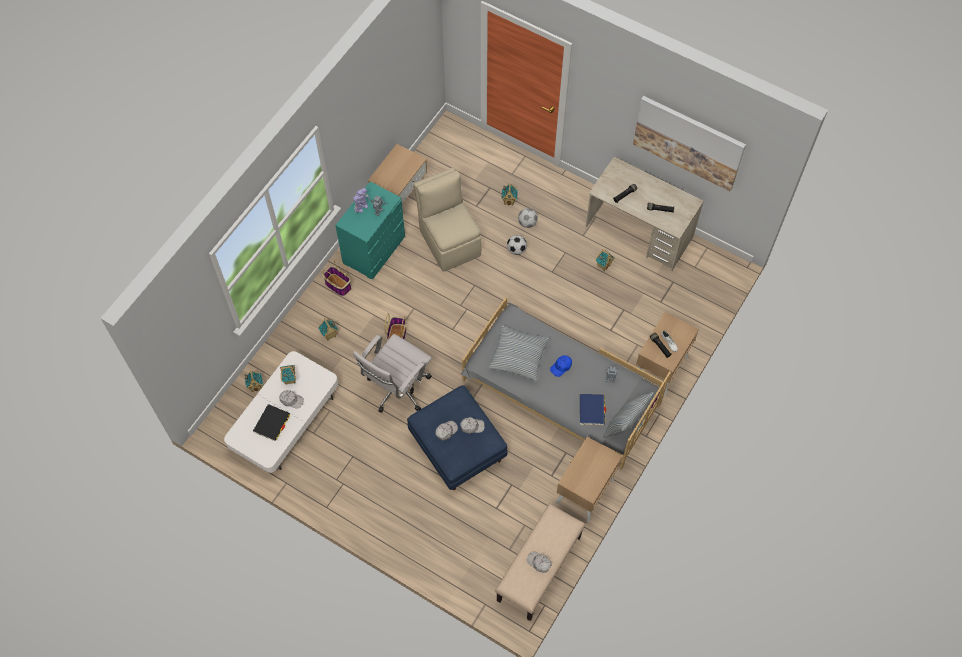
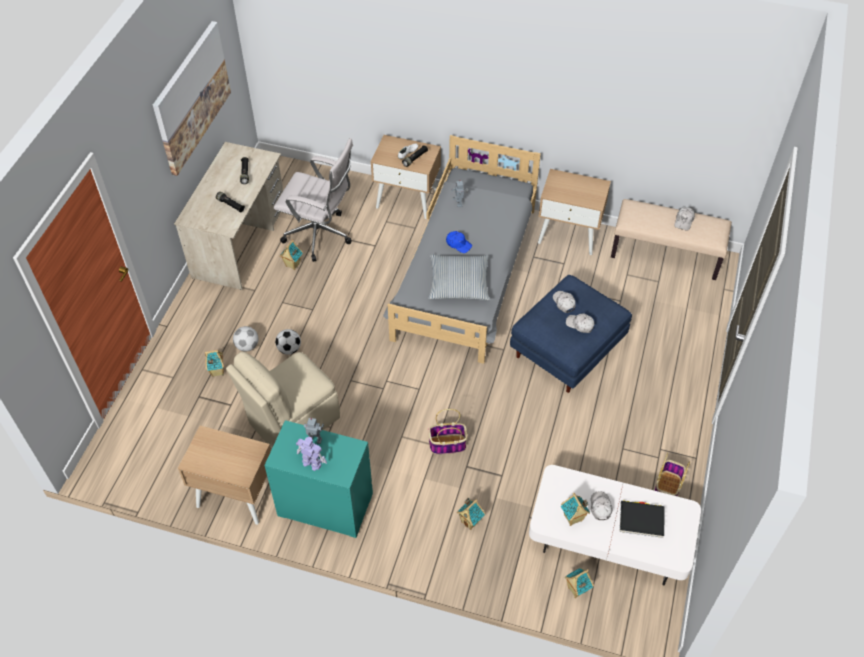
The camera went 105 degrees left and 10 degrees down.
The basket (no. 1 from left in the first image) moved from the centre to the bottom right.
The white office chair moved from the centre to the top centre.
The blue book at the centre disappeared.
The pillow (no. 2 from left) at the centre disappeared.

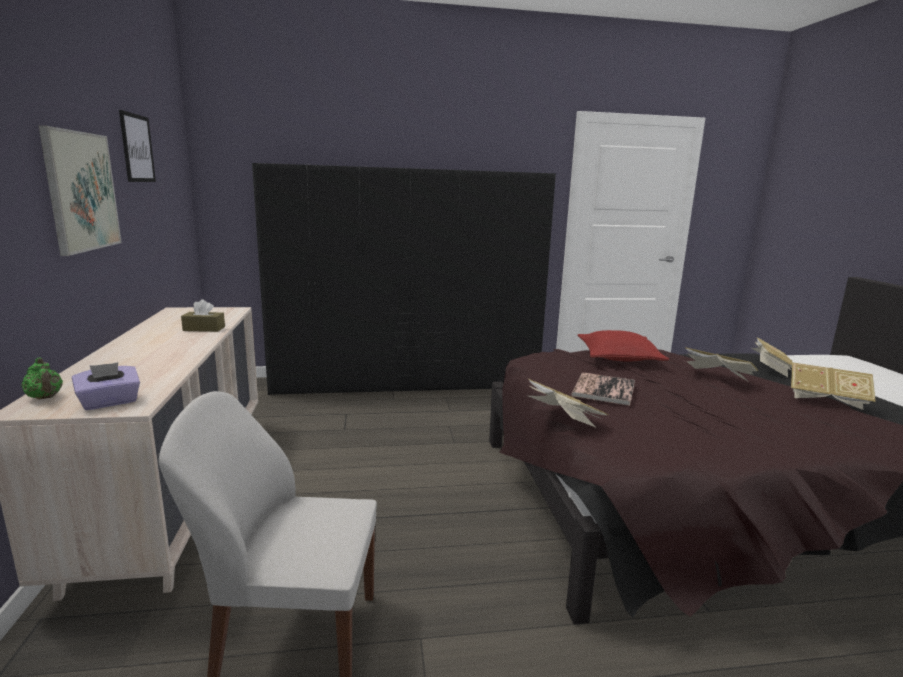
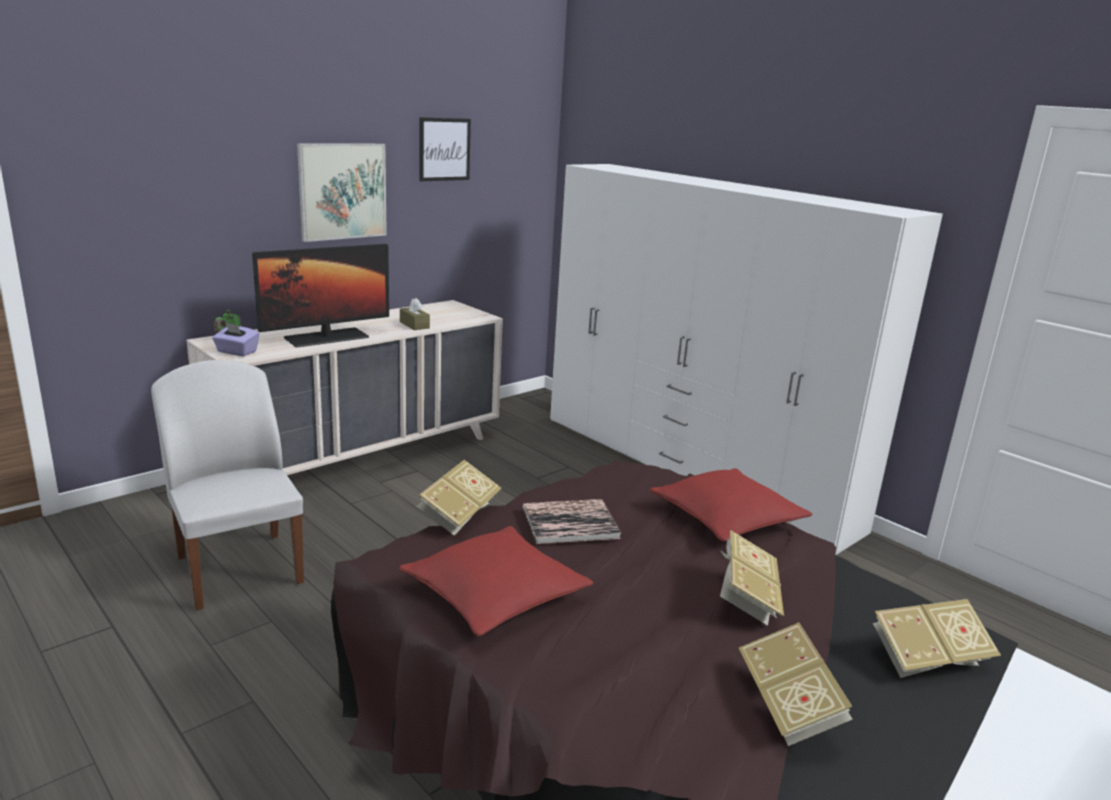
The camera went 55 degrees right and 5 degrees up.
The black wardrobe at the centre became the white wardrobe at the middle right.
The monitor at the middle left appeared.
The red pillow (no. 1 from left) at the bottom centre appeared.

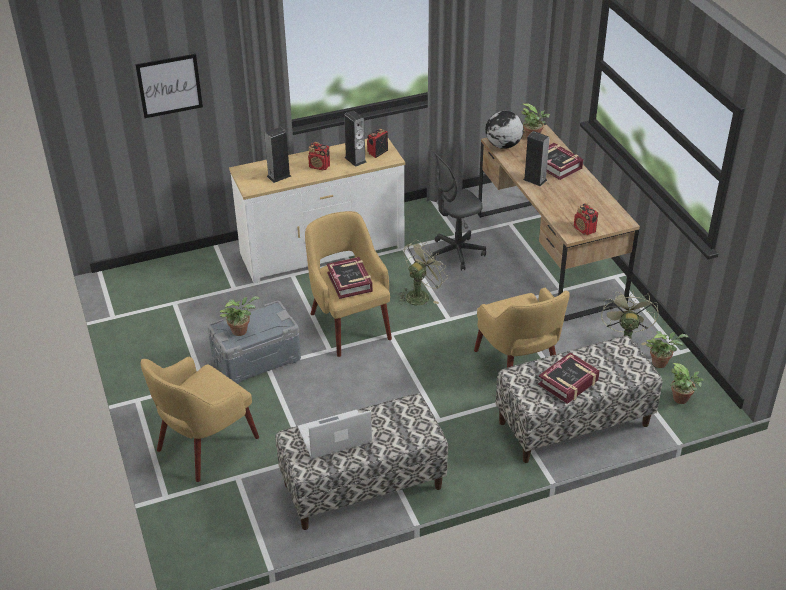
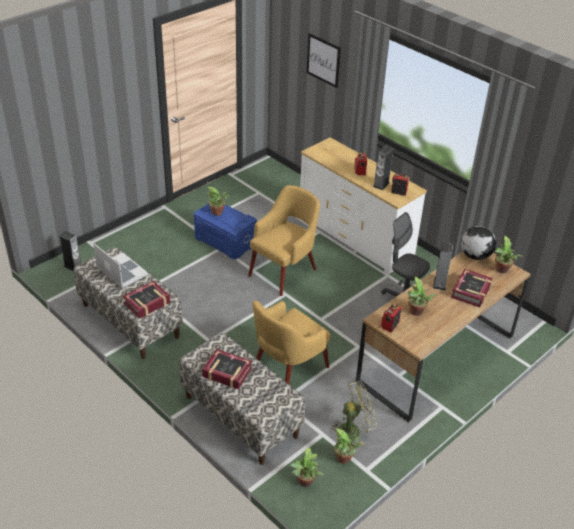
The camera went 65 degrees right and 0 degrees up.
The yellow armchair (no. 1 from left) at the bottom left disappeared.
The grey storage box at the middle left became the blue storage box at the centre.
The speaker (no. 1 from left) moved from the top centre to the middle left.
The book (no. 1 from left) moved from the centre to the middle left.
The green fan (no. 1 from left) at the centre disappeared.
The potted plant (no. 4 from left) at the middle right appeared.

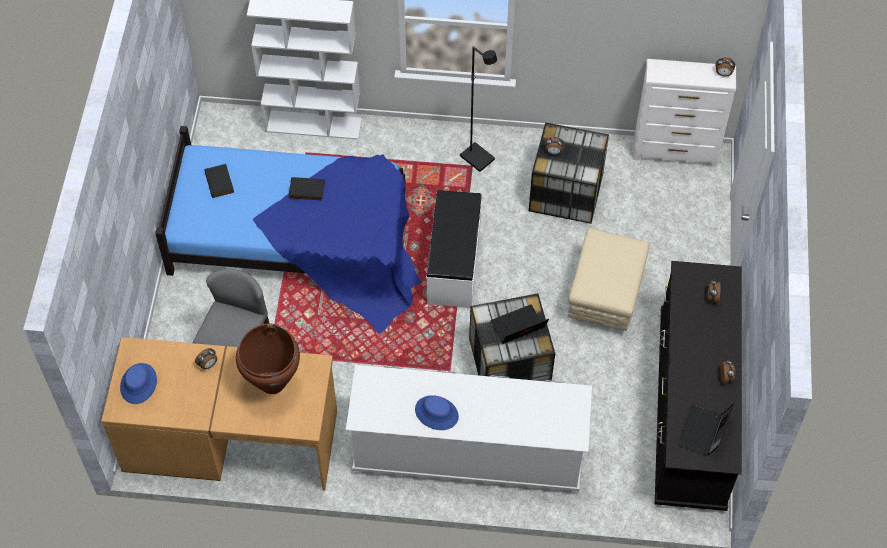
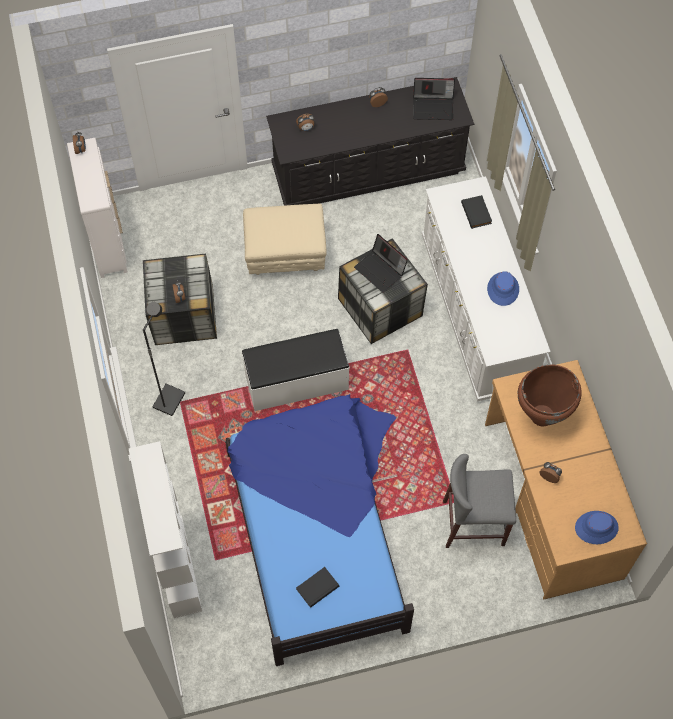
The camera went 110 degrees left and 5 degrees up.
The black book (no. 2 from left) moved from the centre to the top right.

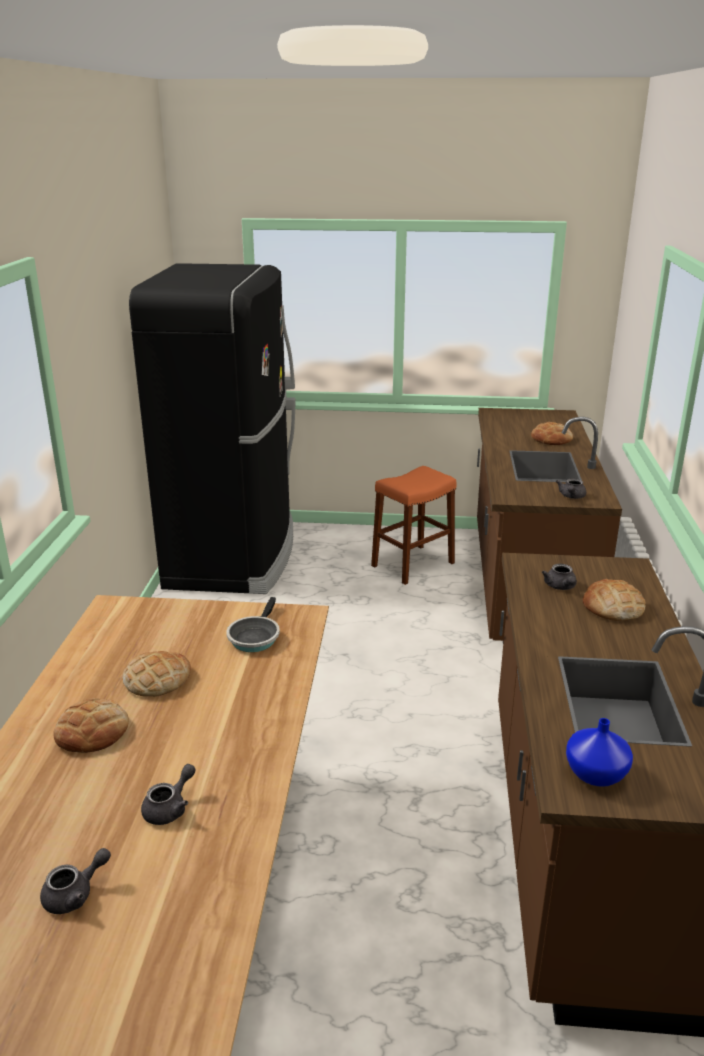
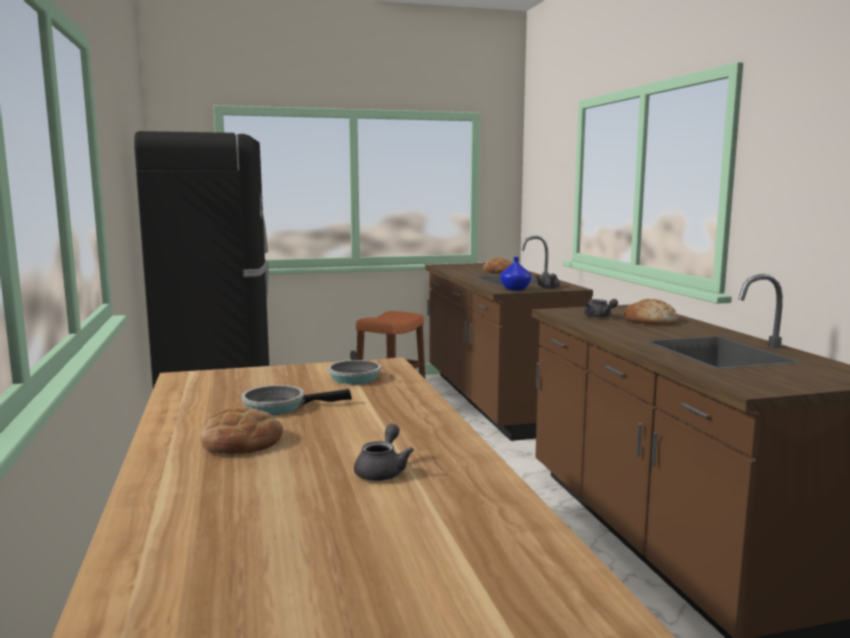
The camera went 20 degrees left and 15 degrees down.
The grey teapot (no. 1 from left) at the bottom left disappeared.
The bread (no. 2 from left) at the middle left was replaced by the frying pan (no. 1 from left) at the centre.
The blue vase moved from the bottom right to the centre.

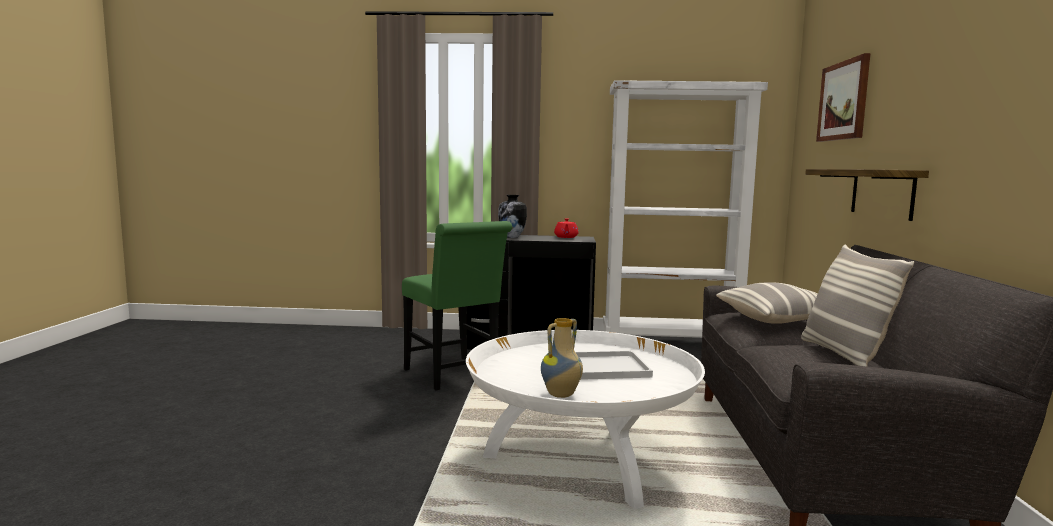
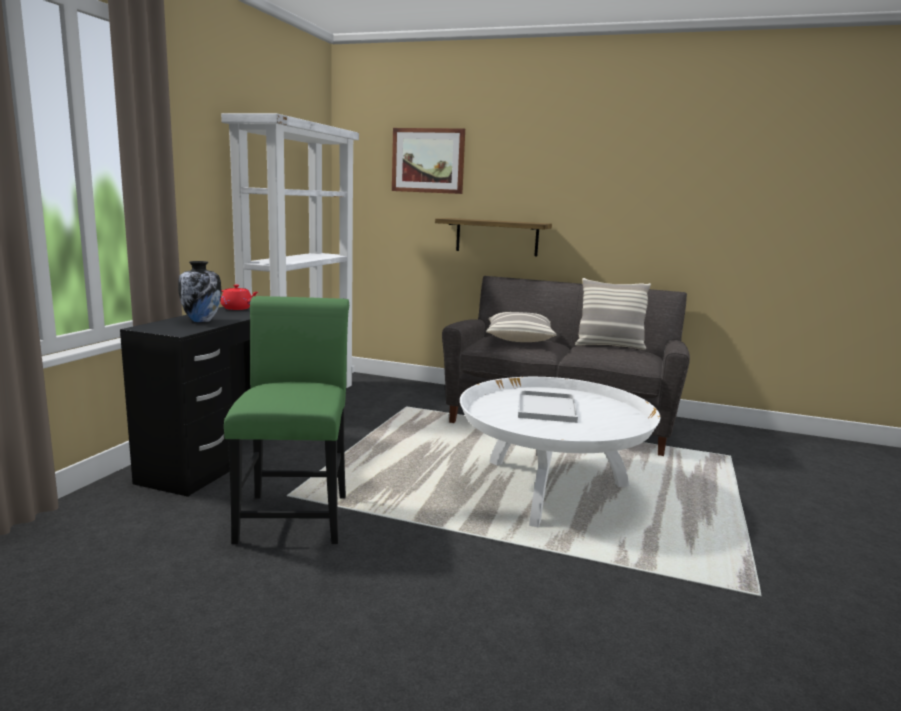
The camera went 75 degrees left and 5 degrees up.
The green chair at the centre turned 75 degrees counterclockwise.
The vase (no. 2 from left) at the bottom centre disappeared.

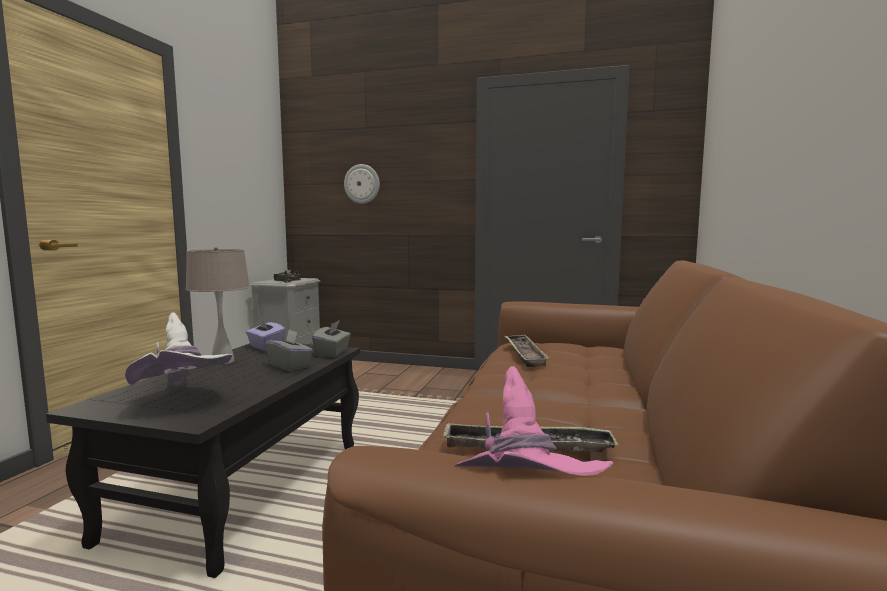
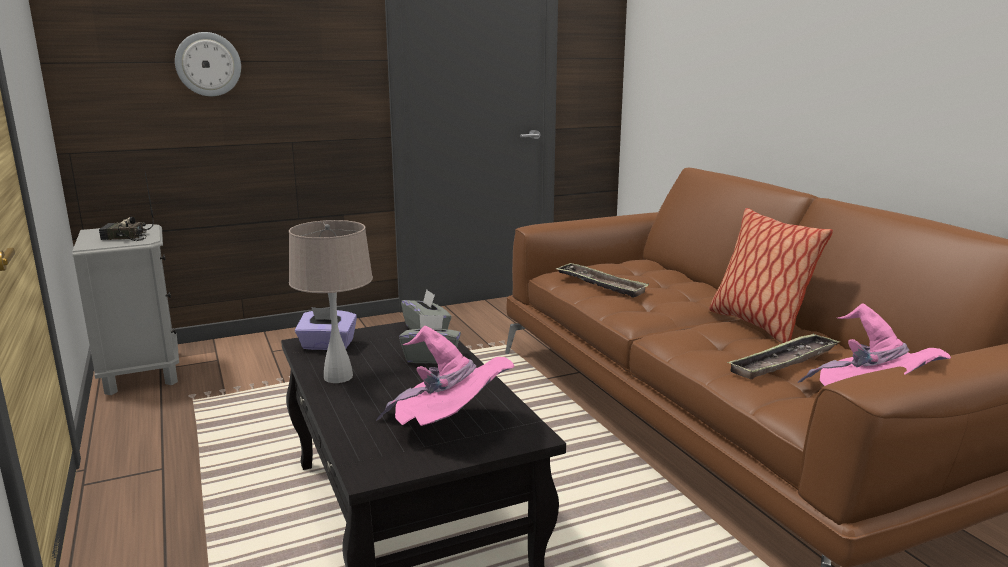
The camera went 40 degrees left and 10 degrees up.
The white hat at the middle left became the pink hat (no. 1 from left) at the centre.
The pillow at the middle right appeared.

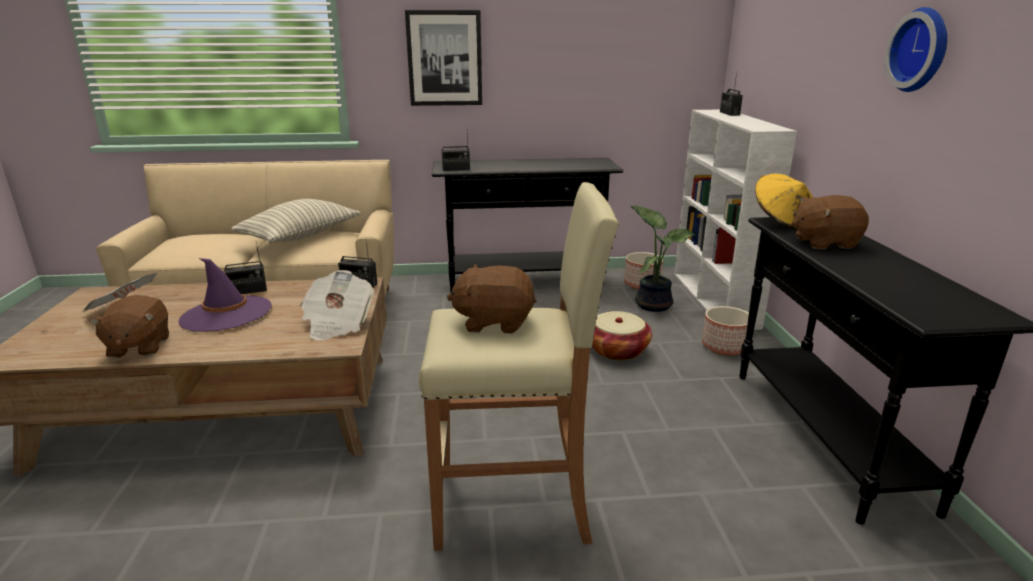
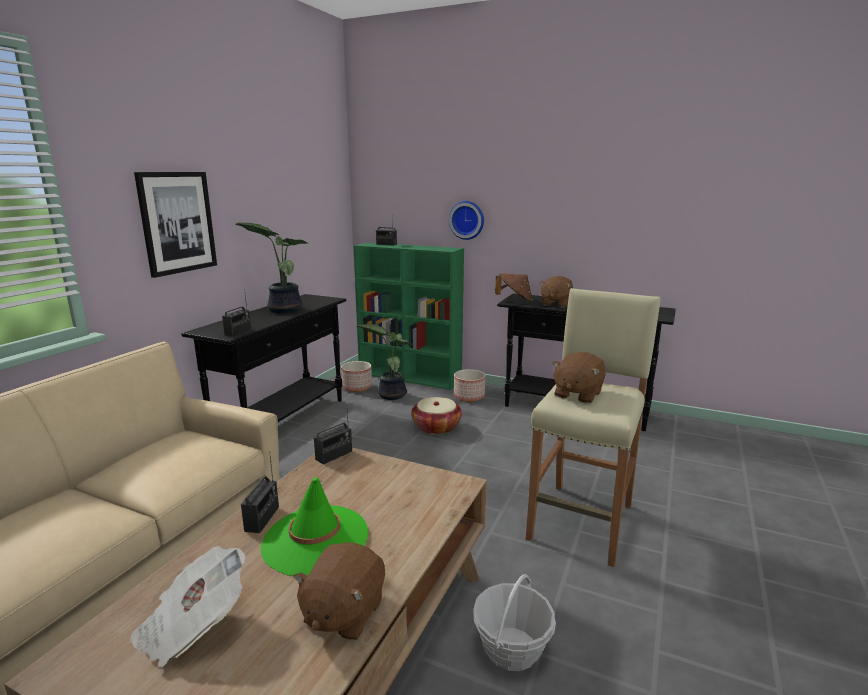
The camera went 60 degrees left and 5 degrees down.
The brown plush toy (no. 1 from left) at the middle left turned 90 degrees clockwise.
The purple hat at the middle left became the green hat at the bottom centre.
The pillow at the middle left disappeared.
The newspaper (no. 2 from left) at the middle left disappeared.
The white bookcase at the middle right became the green bookcase at the centre.
The yellow hat at the middle right became the brown hat at the centre.
The wall clock moved from the top right to the top centre.
The potted plant (no. 1 from left) at the middle left appeared.
The basket (no. 2 from left) at the bottom centre appeared.

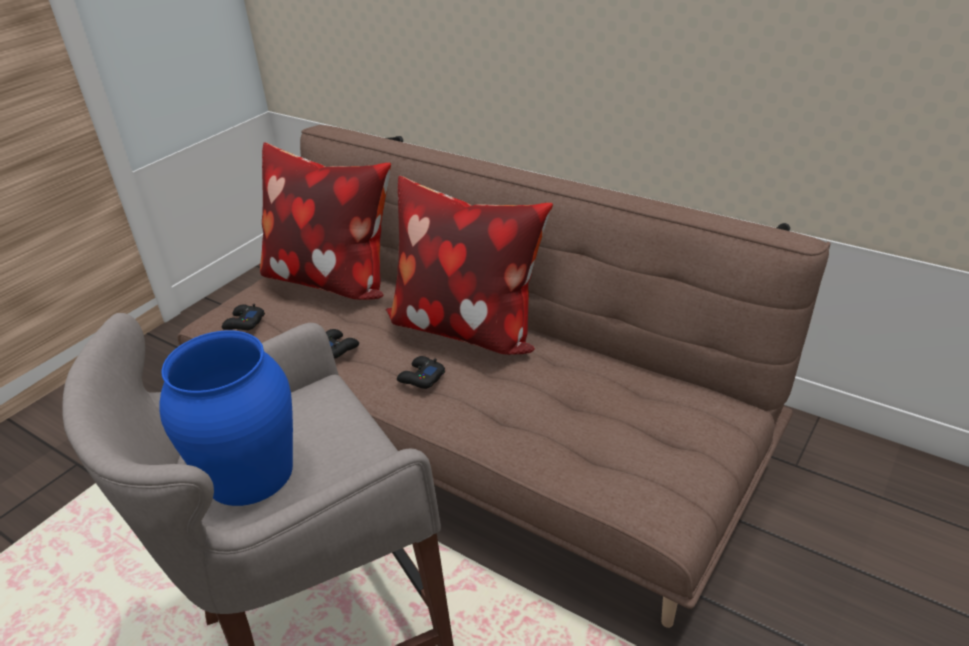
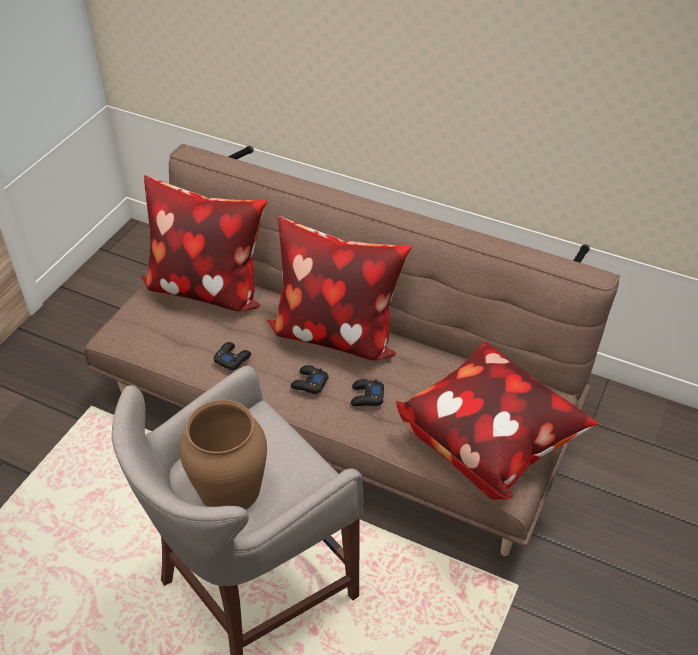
The camera went 10 degrees left and 10 degrees up.
The blue vase at the middle left became the brown vase at the bottom left.
The black game controller (no. 1 from left in the first image) moved from the middle left to the centre.
The pillow (no. 3 from left) at the middle right appeared.

